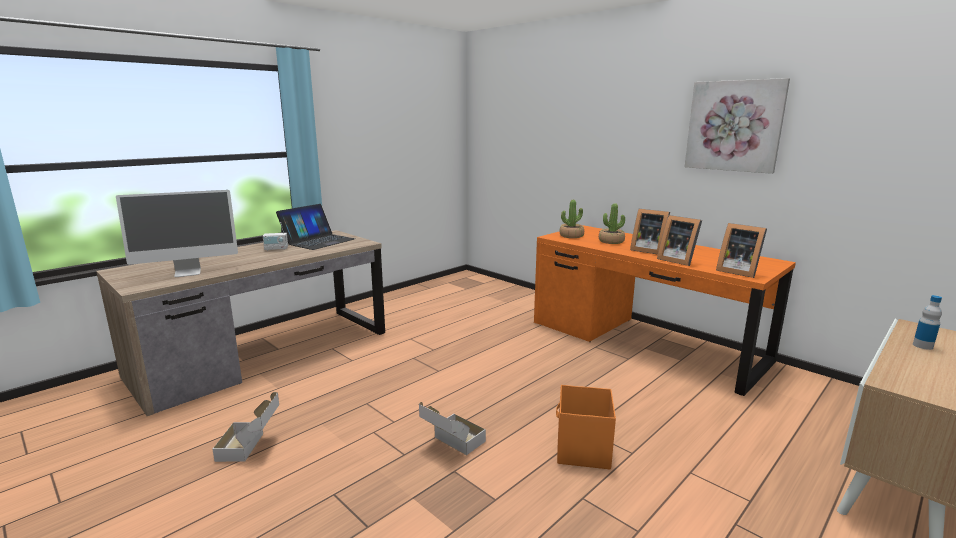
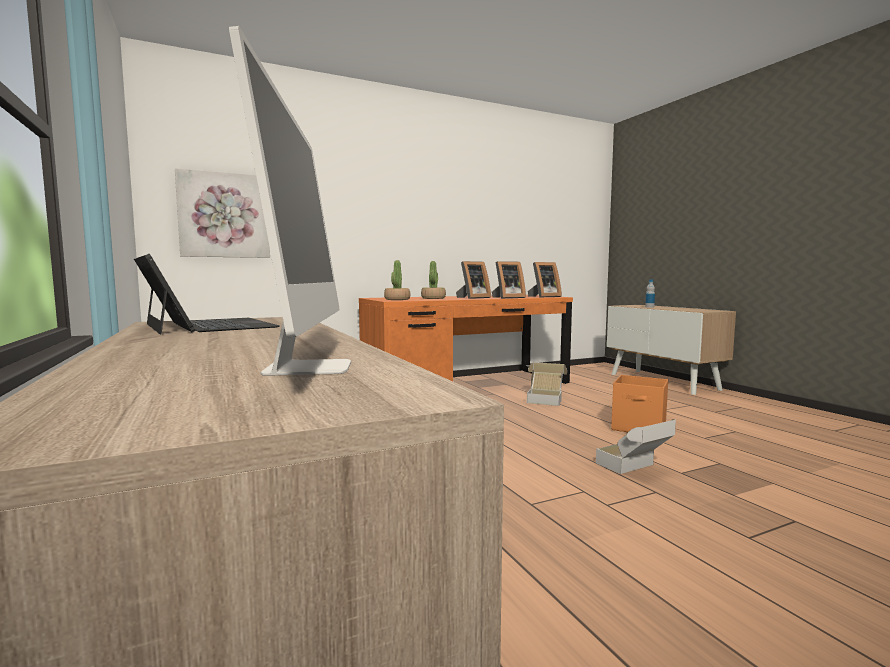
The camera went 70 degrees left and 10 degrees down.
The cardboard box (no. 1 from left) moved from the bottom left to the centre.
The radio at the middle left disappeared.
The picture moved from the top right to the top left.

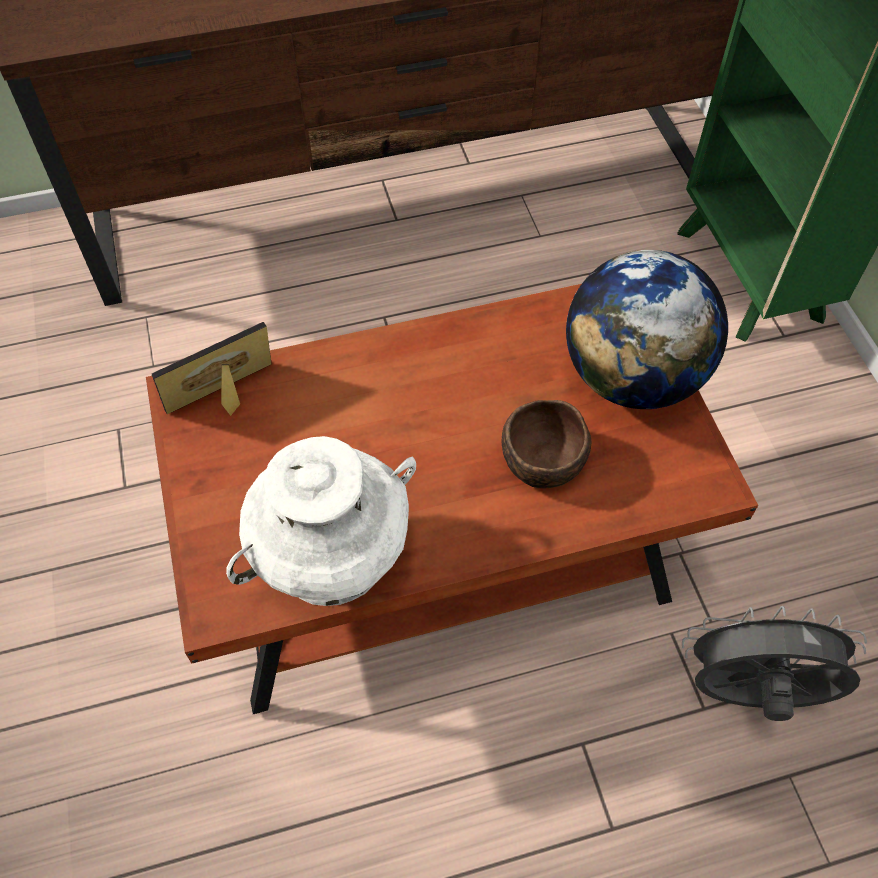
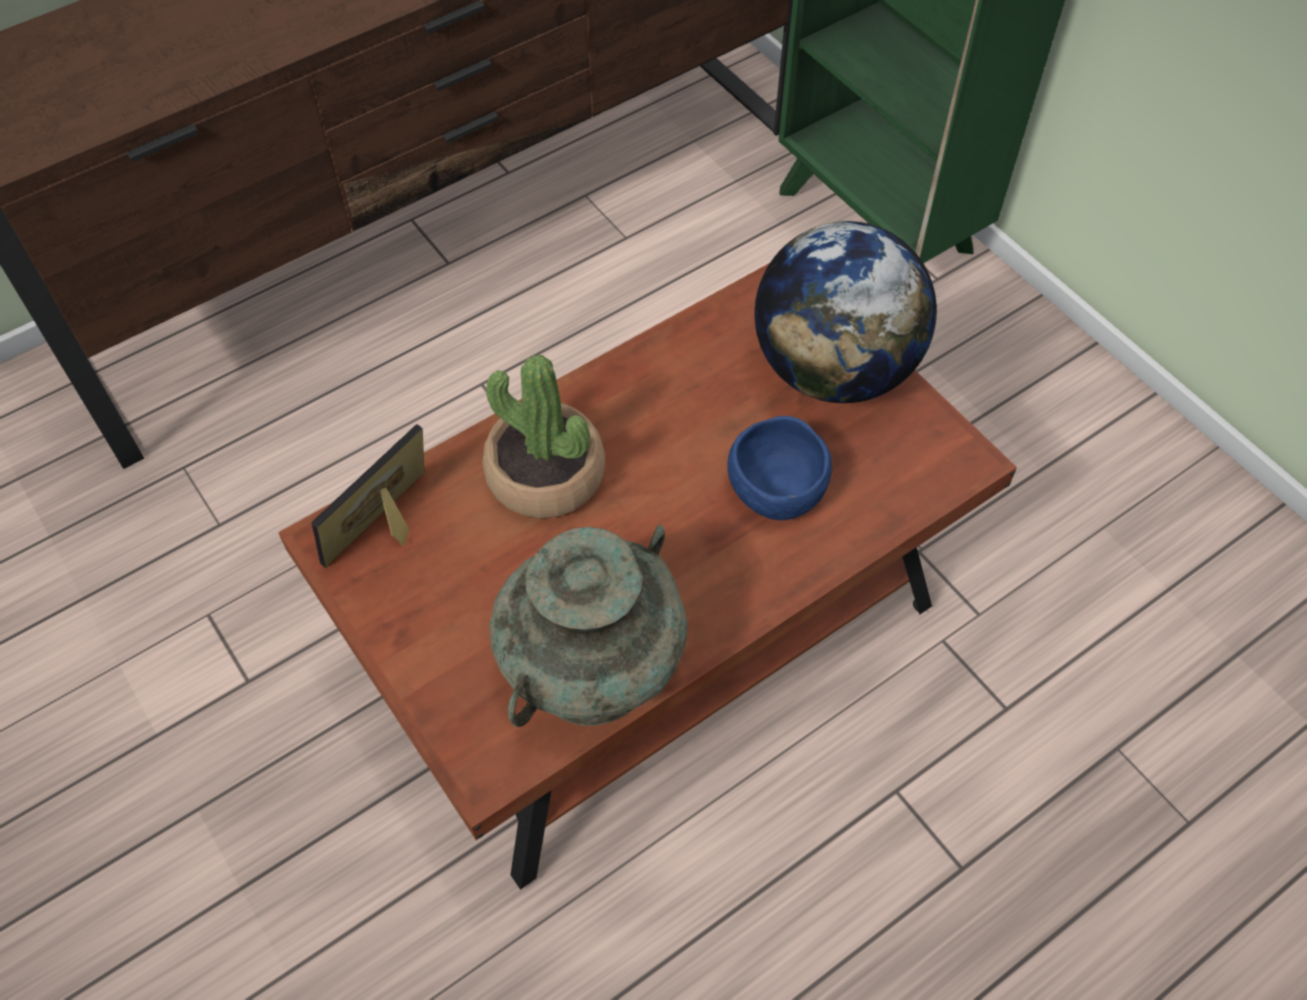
The camera went 20 degrees left and 0 degrees up.
The white vase at the centre became the turquoise vase at the centre.
The brown bowl at the centre became the blue bowl at the centre.
The grey fan at the bottom right disappeared.
The potted plant at the centre appeared.

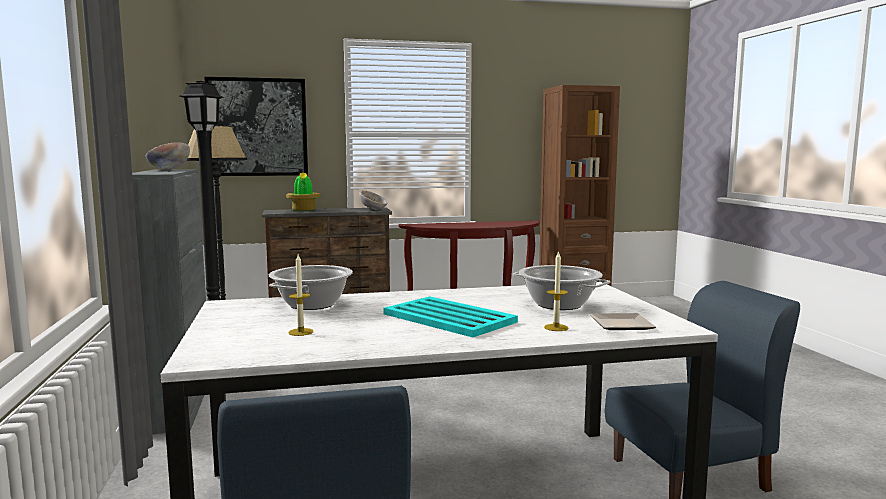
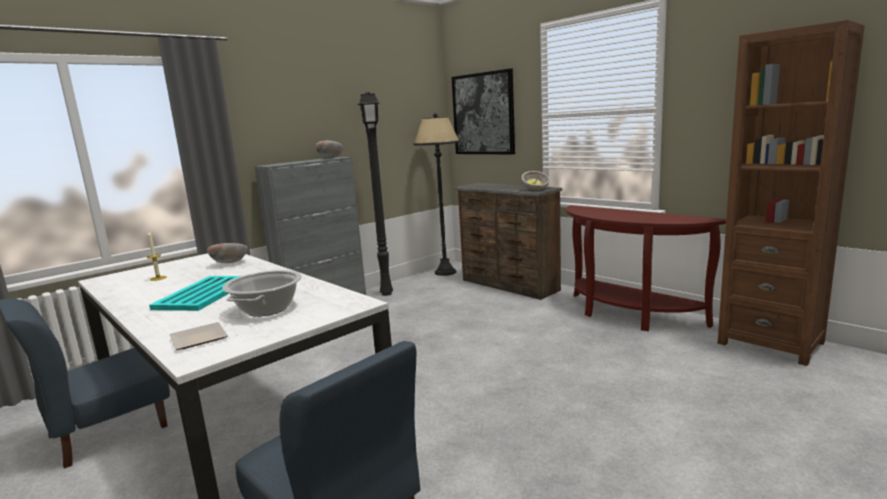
The camera went 60 degrees right and 5 degrees up.
The cooking pot (no. 1 from left) at the centre was replaced by the bowl (no. 1 from left) at the middle left.
The potted plant at the centre disappeared.
The candle (no. 2 from left) at the centre disappeared.

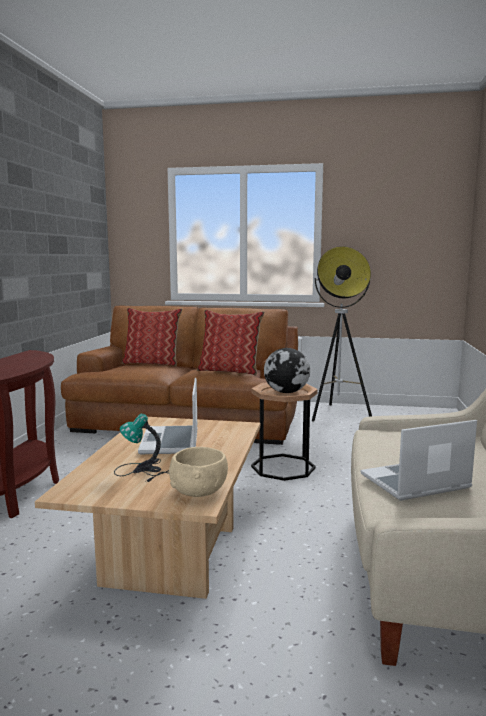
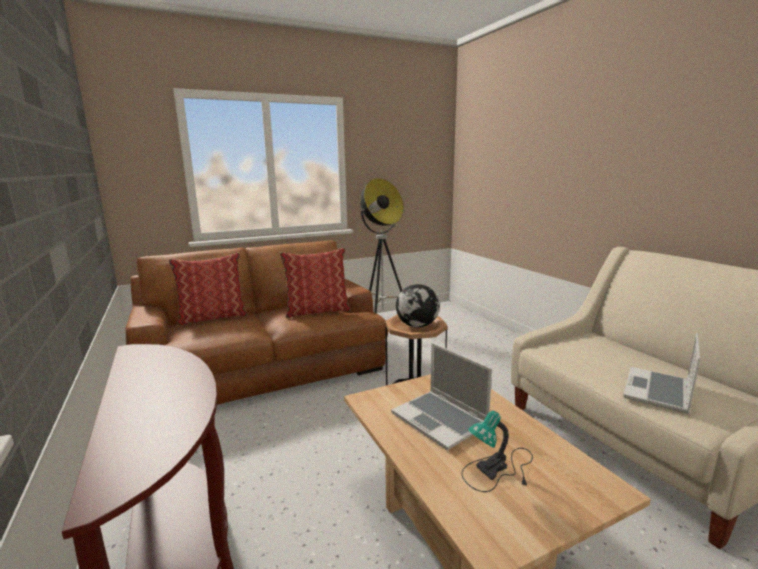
The camera went 35 degrees left and 5 degrees up.
The beige bowl at the centre disappeared.

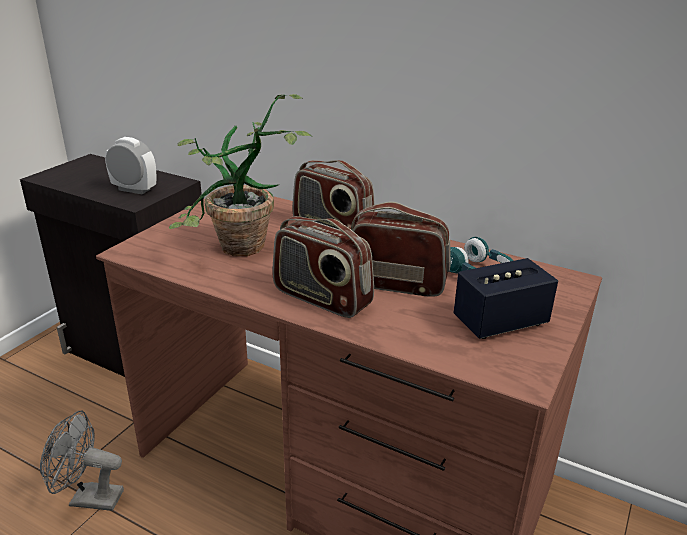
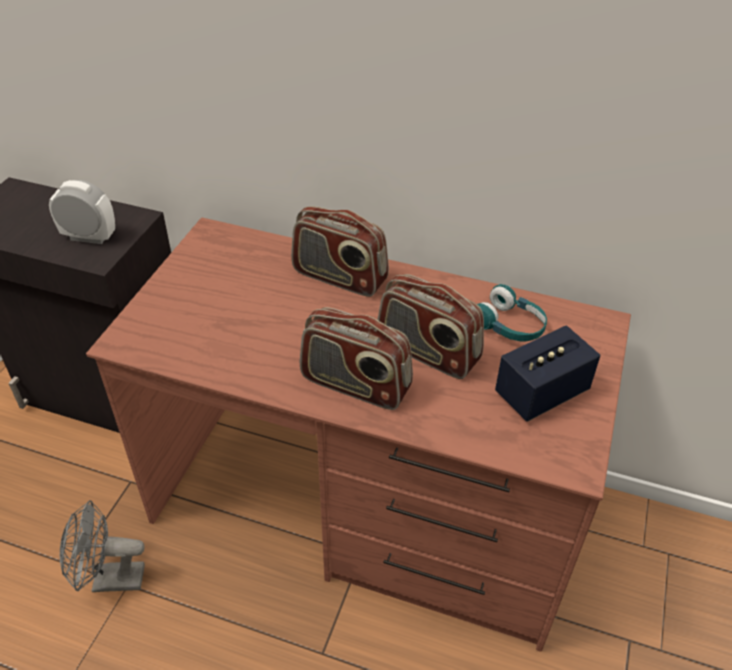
The camera went 10 degrees left and 15 degrees up.
The potted plant at the top centre disappeared.
The radio (no. 3 from left) at the centre turned 150 degrees counterclockwise.

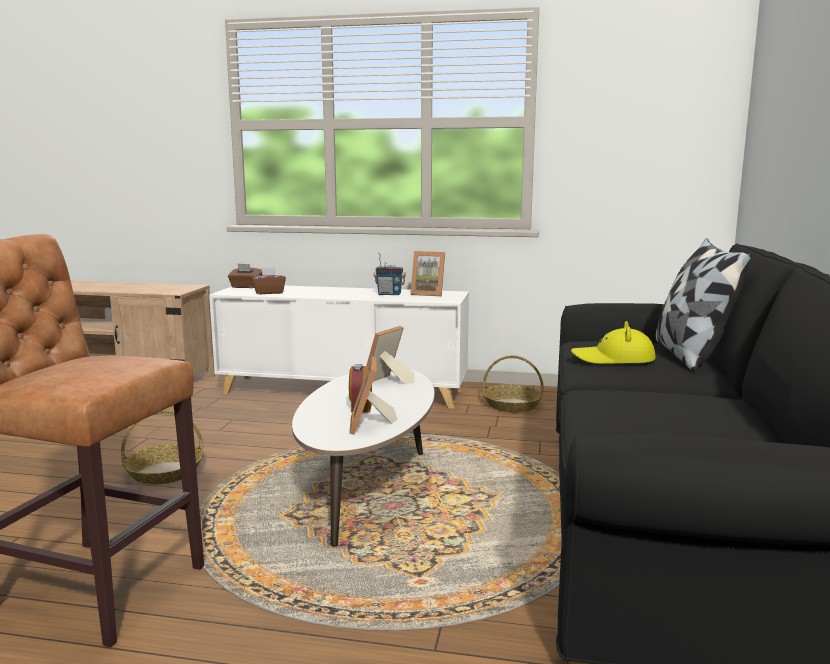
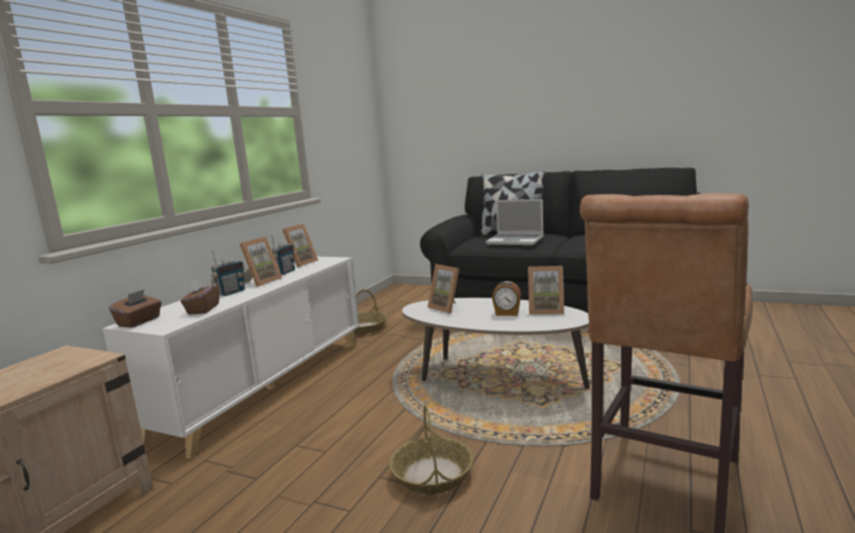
The camera went 75 degrees left and 0 degrees up.
The yellow hat at the middle right was replaced by the laptop at the centre.
The radio (no. 1 from left) at the middle left appeared.
The picture frame (no. 1 from left) at the middle left appeared.

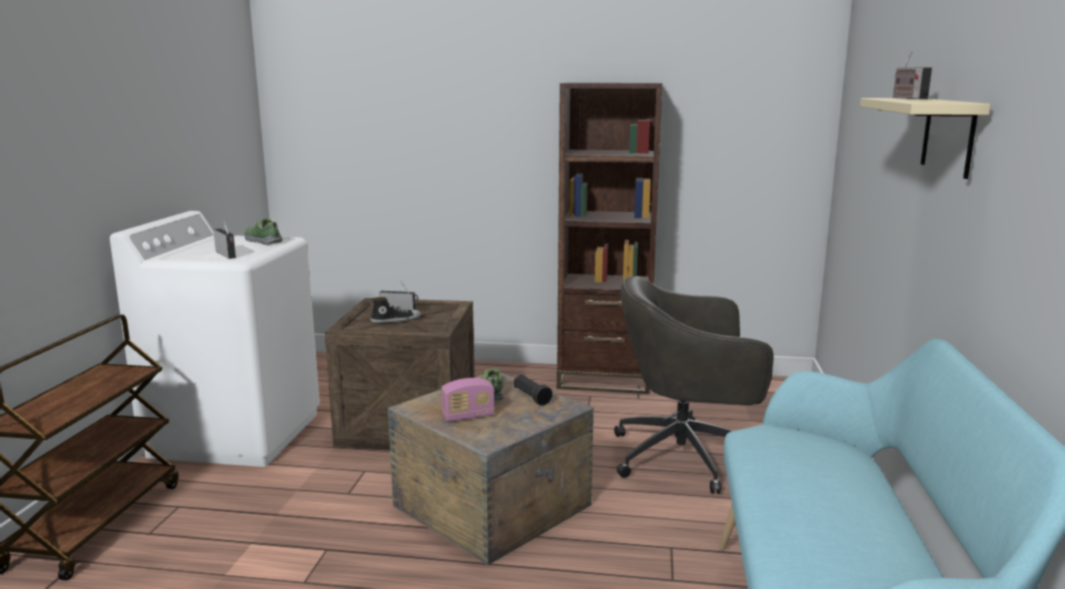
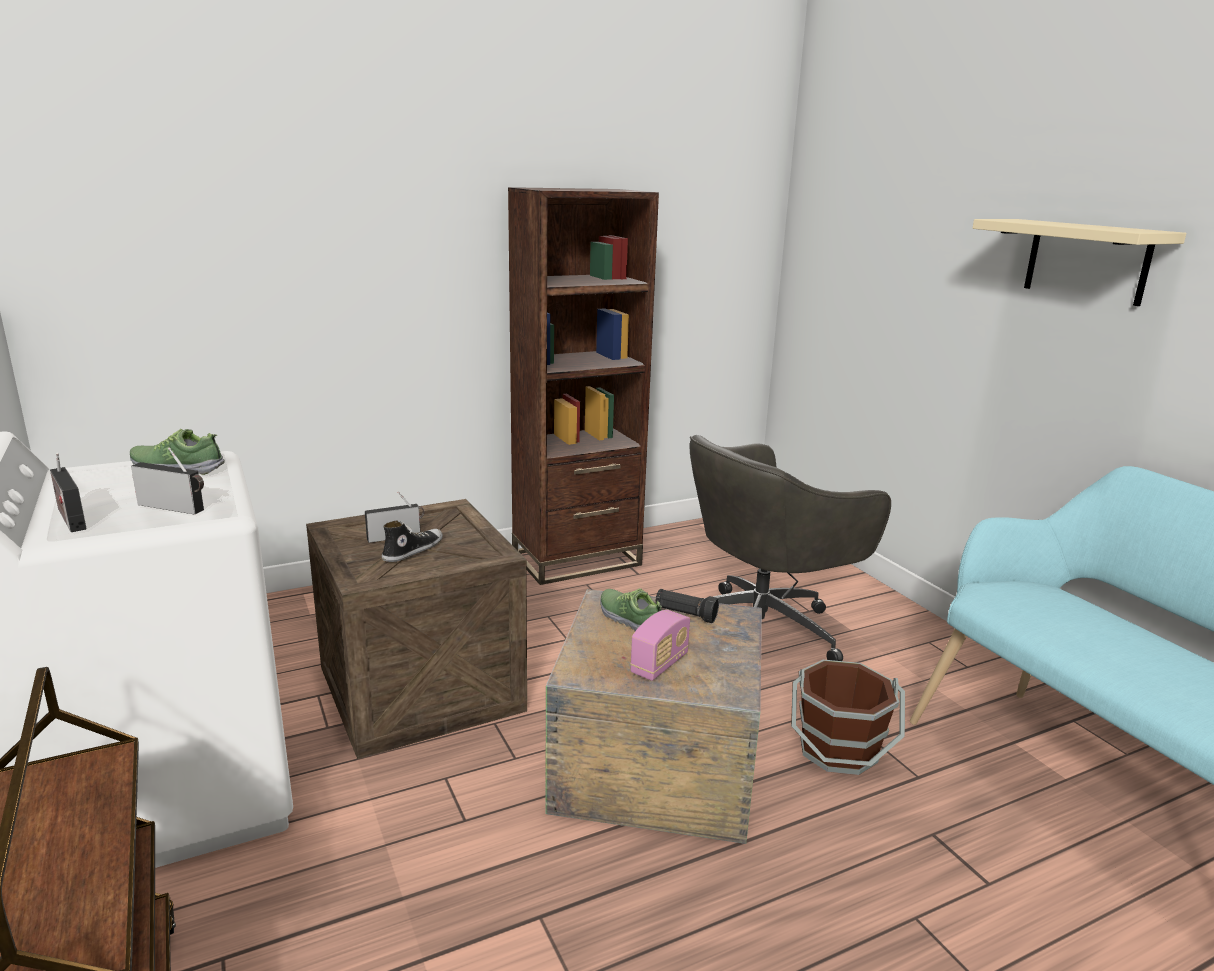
The camera went 35 degrees left and 5 degrees up.
The radio (no. 4 from left in the first image) moved from the top right to the middle left.
The brown bucket at the bottom right appeared.

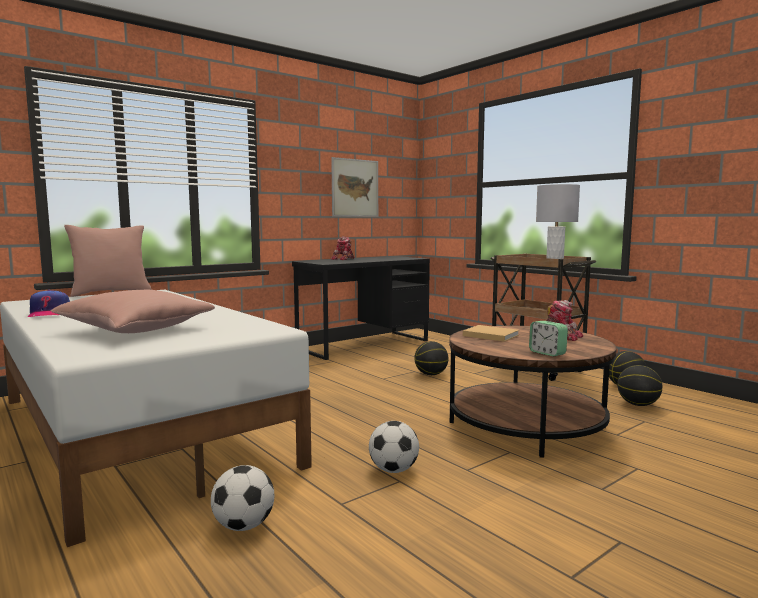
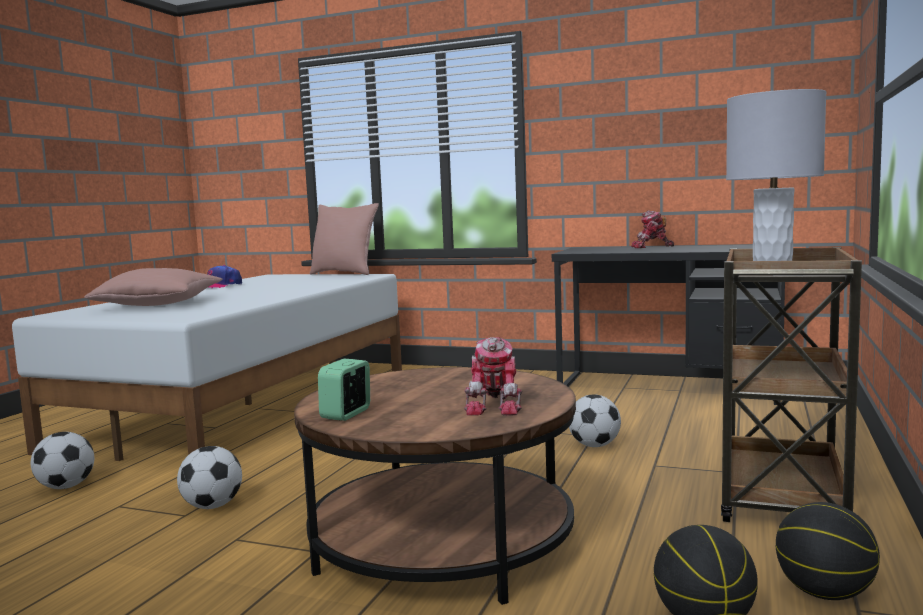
The camera went 60 degrees right and 0 degrees up.
The picture at the top centre disappeared.
The basketball (no. 1 from left) at the centre was replaced by the football (no. 3 from left) at the bottom centre.
The beige book at the centre disappeared.

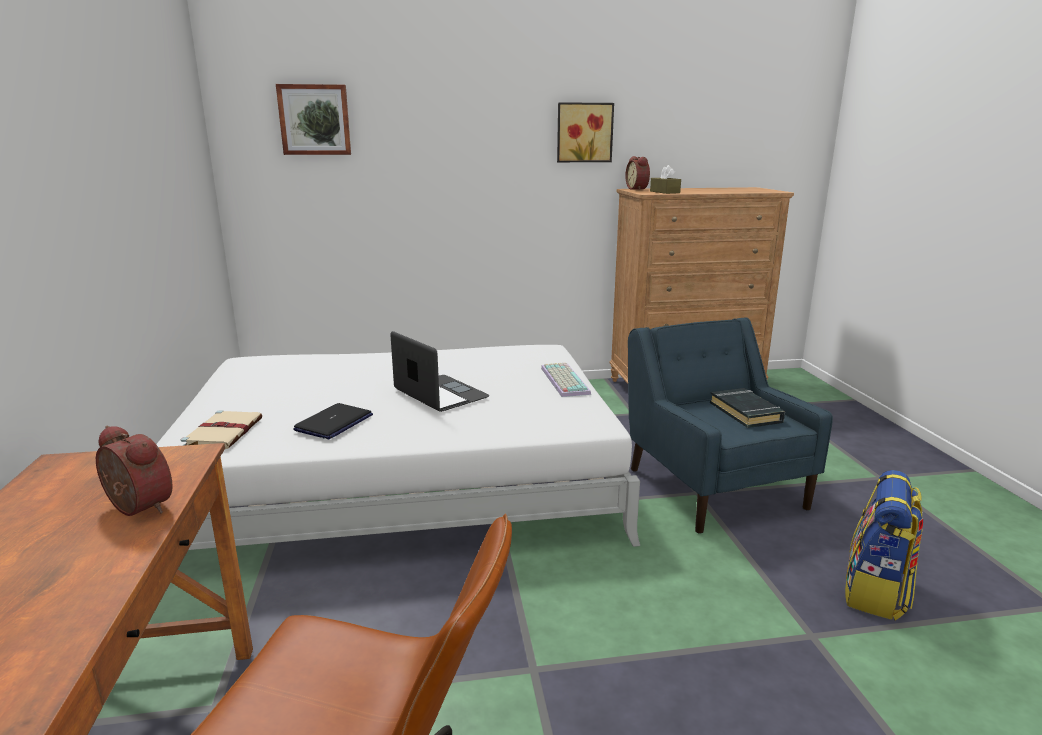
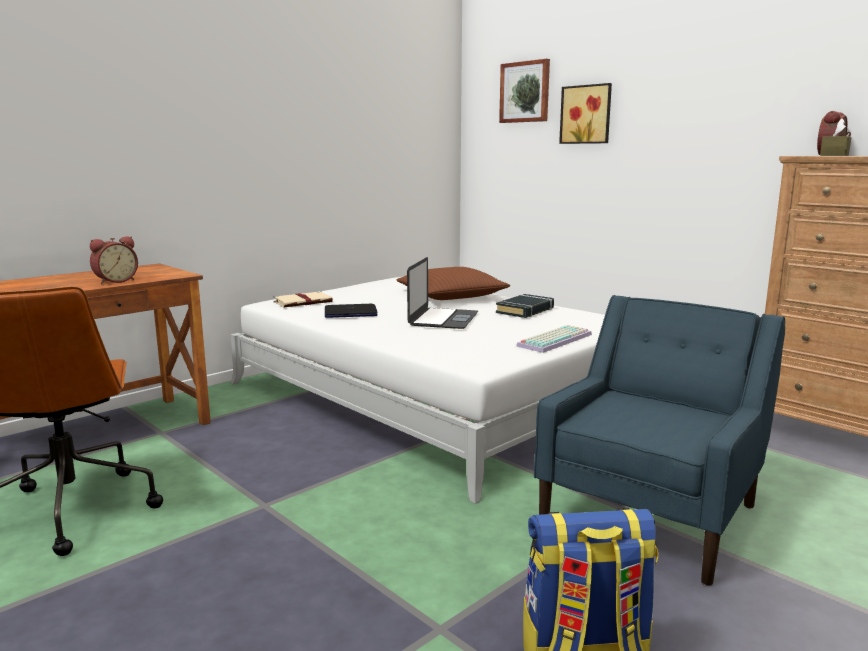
The camera went 55 degrees right and 5 degrees down.
The alarm clock (no. 1 from left) at the middle left turned 45 degrees clockwise.
The picture (no. 2 from left) moved from the top centre to the top right.
The black book moved from the middle right to the centre.
The brown pillow at the centre appeared.

